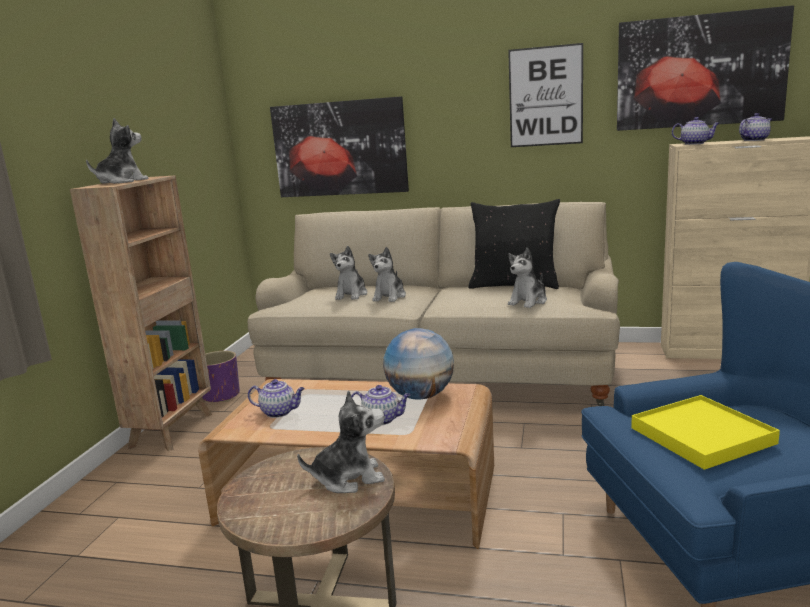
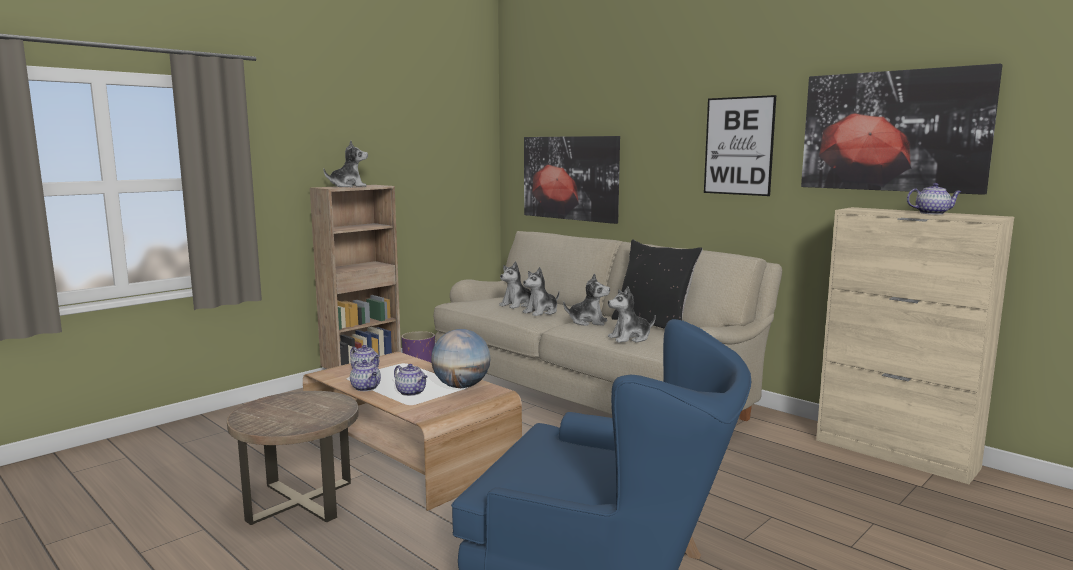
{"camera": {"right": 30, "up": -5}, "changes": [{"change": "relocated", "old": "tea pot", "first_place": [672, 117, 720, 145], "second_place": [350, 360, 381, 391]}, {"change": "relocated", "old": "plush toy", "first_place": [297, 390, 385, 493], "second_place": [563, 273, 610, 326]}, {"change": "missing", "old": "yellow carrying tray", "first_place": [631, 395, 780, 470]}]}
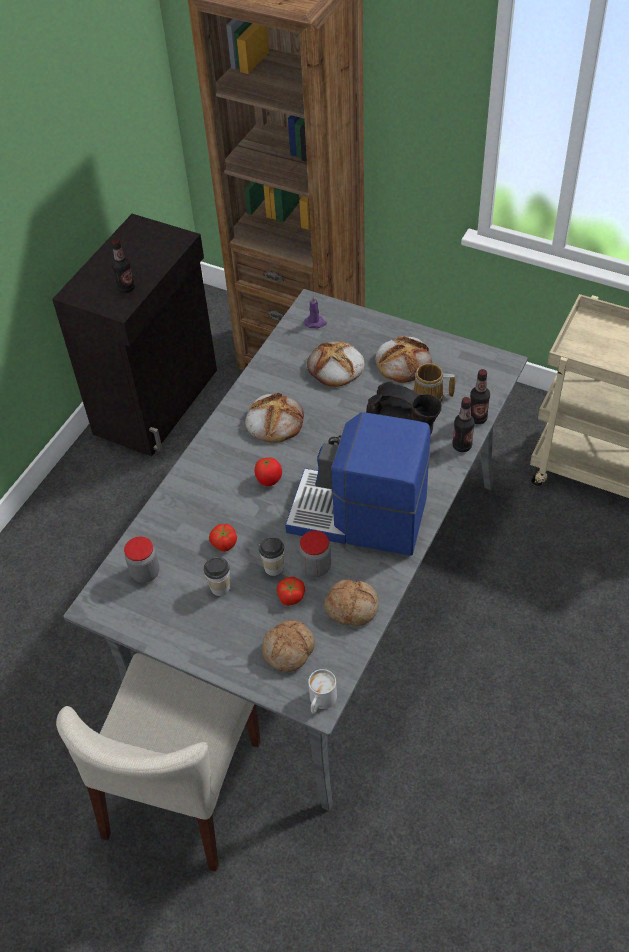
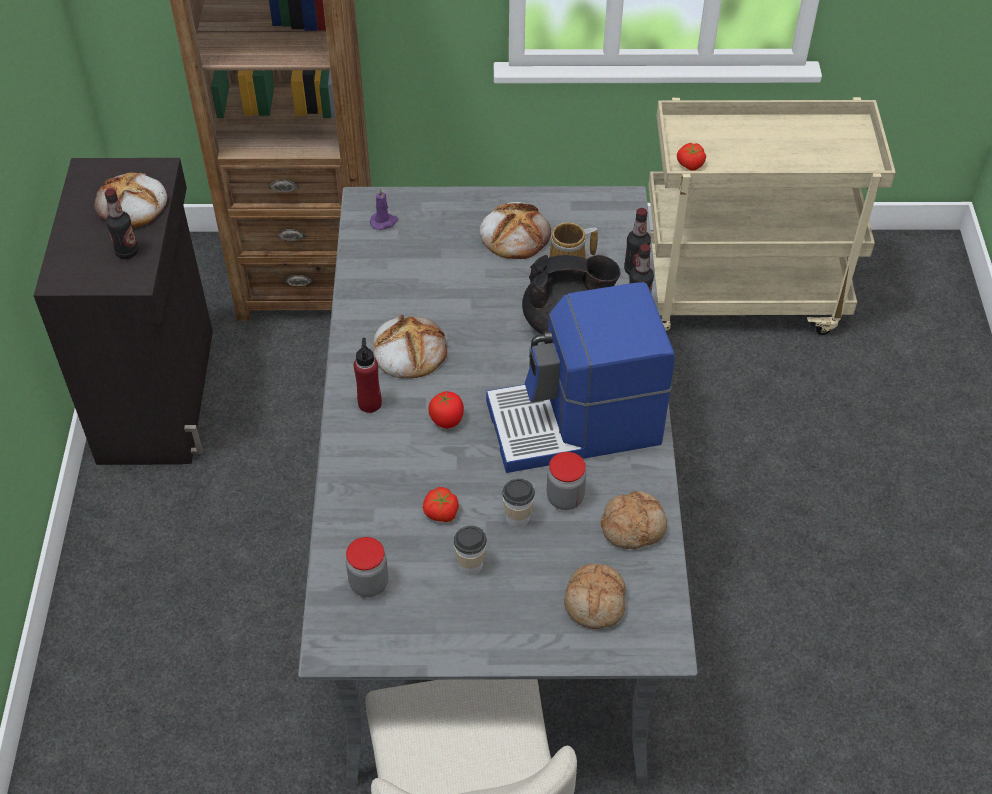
{"camera": {"right": -30, "up": 0}, "changes": [{"change": "relocated", "old": "baked bread", "first_place": [307, 341, 365, 387], "second_place": [94, 173, 167, 228]}, {"change": "appeared", "new": "red-coloured beverage bottle", "second_place": [354, 338, 382, 413]}, {"change": "relocated", "old": "tomato", "first_place": [277, 577, 305, 606], "second_place": [677, 143, 706, 171]}, {"change": "missing", "old": "white mug", "first_place": [308, 669, 337, 714]}]}
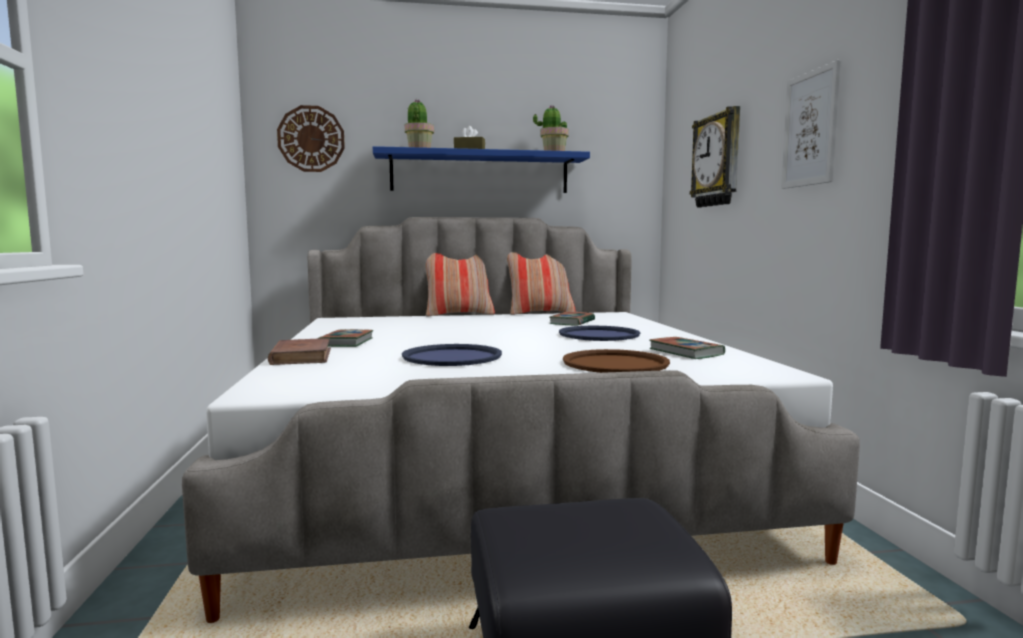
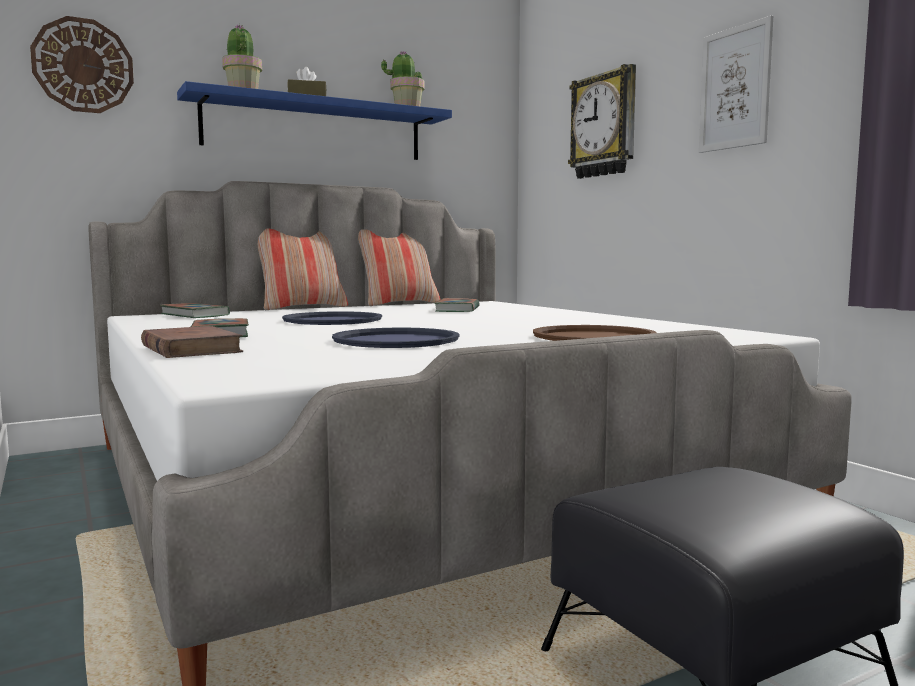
{"camera": {"right": -20, "up": 0}, "changes": [{"change": "relocated", "old": "book", "first_place": [649, 337, 725, 359], "second_place": [160, 303, 230, 318]}, {"change": "relocated", "old": "blue carrying tray", "first_place": [559, 326, 640, 341], "second_place": [282, 311, 382, 325]}]}
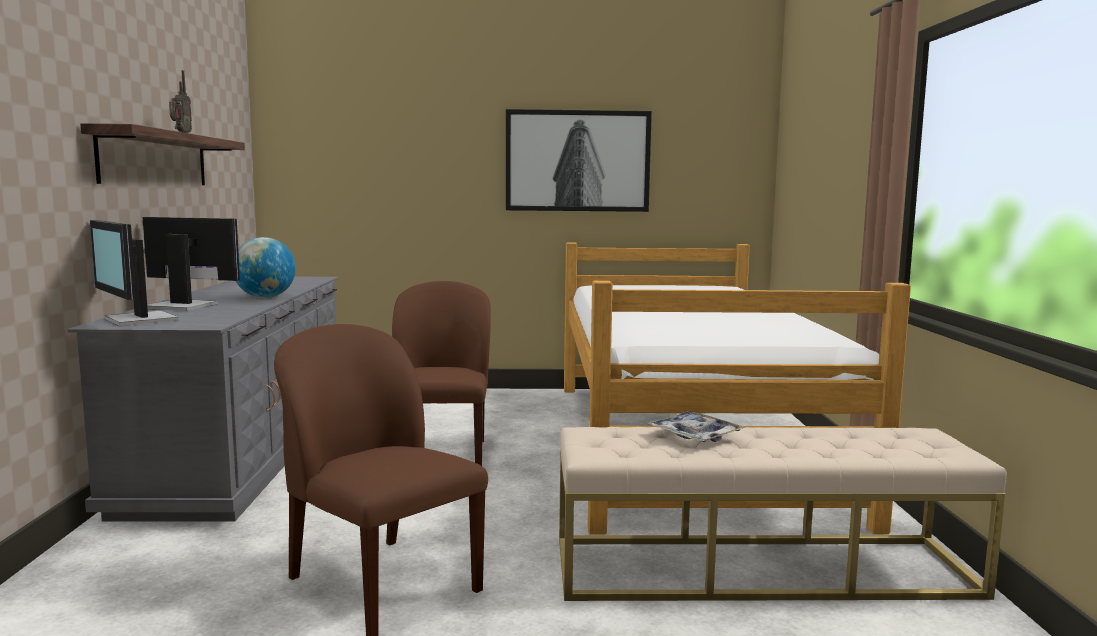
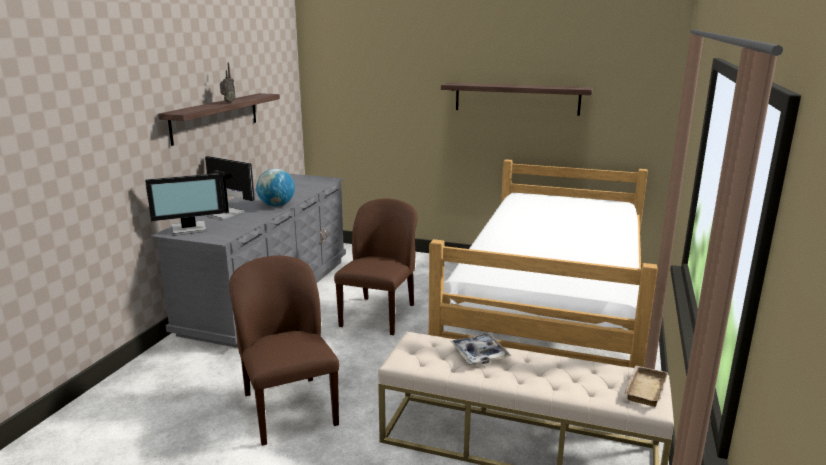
{"camera": {"right": 20, "up": 10}, "changes": [{"change": "spun", "old": "computer display", "first_place": [90, 220, 179, 326], "second_place": [145, 173, 224, 236], "degrees": -90}, {"change": "exchanged", "old": "wall art", "new": "bracket shelf", "first_place": [506, 109, 652, 212], "second_place": [441, 83, 593, 116]}, {"change": "appeared", "new": "sand-coloured carrying tray", "second_place": [625, 366, 668, 407]}]}
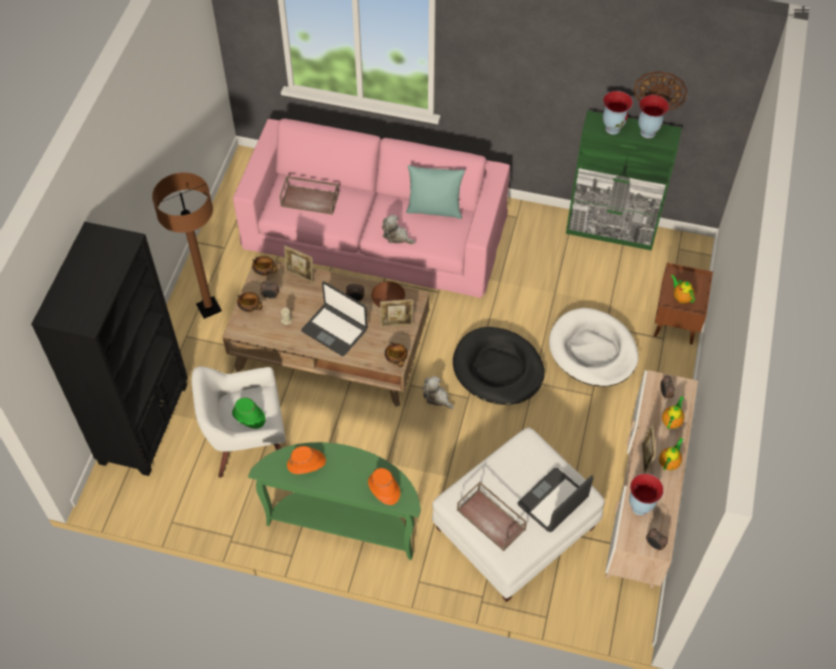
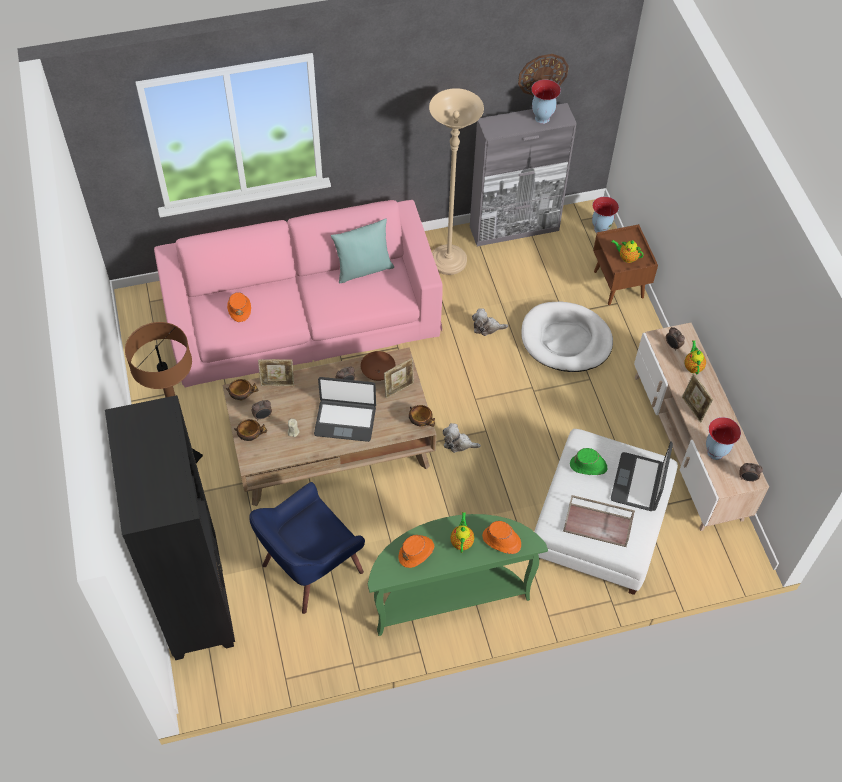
{"camera": {"right": -30, "up": 0}, "changes": [{"change": "exchanged", "old": "brown carrying tray", "new": "orange wearable hat", "first_place": [279, 176, 339, 215], "second_place": [227, 292, 251, 322]}, {"change": "colour", "old": "white lounge chair", "new": "blue lounge chair", "first_place": [192, 366, 286, 478], "second_place": [249, 482, 365, 614]}, {"change": "appeared", "new": "sand-coloured standard lamp", "second_place": [429, 88, 484, 275]}, {"change": "relocated", "old": "tea pot", "first_place": [659, 437, 683, 470], "second_place": [450, 512, 474, 553]}, {"change": "colour", "old": "green-coloured cabinet", "new": "grey cabinet", "first_place": [566, 110, 682, 251], "second_place": [470, 103, 577, 246]}, {"change": "relocated", "old": "plush toy", "first_place": [382, 214, 415, 244], "second_place": [472, 308, 508, 336]}, {"change": "relocated", "old": "green-coloured wearable hat", "first_place": [232, 398, 266, 429], "second_place": [570, 448, 608, 475]}, {"change": "relocated", "old": "flower vase", "first_place": [603, 91, 633, 135], "second_place": [592, 197, 619, 233]}, {"change": "missing", "old": "black dog cushion", "first_place": [453, 327, 545, 405]}]}
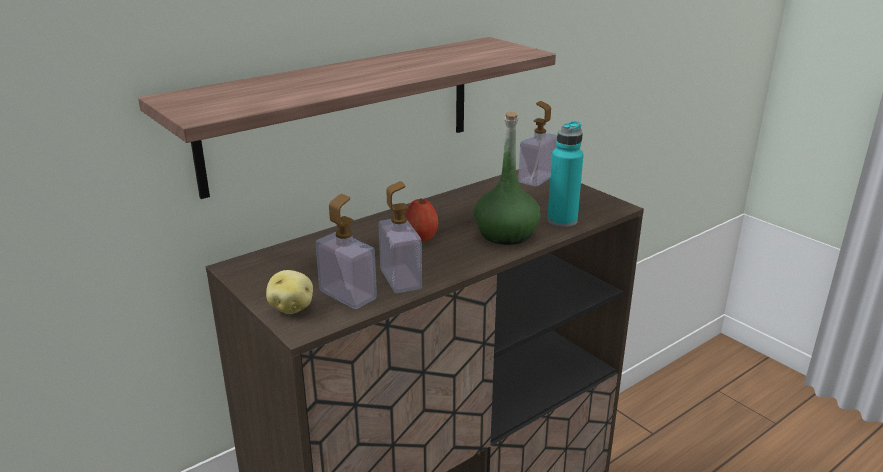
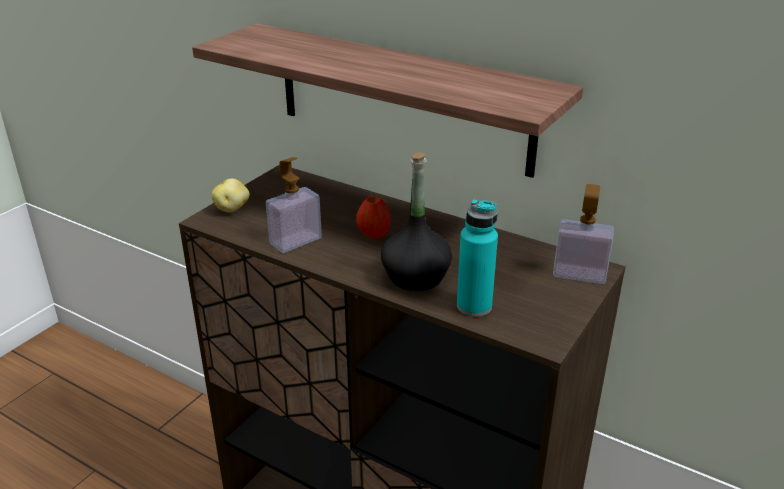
{"camera": {"right": 70, "up": 5}, "changes": [{"change": "colour", "old": "green-coloured beverage bottle", "new": "black beverage bottle", "first_place": [474, 111, 541, 245], "second_place": [381, 152, 452, 291]}, {"change": "missing", "old": "soap dispenser", "first_place": [315, 194, 377, 309]}]}
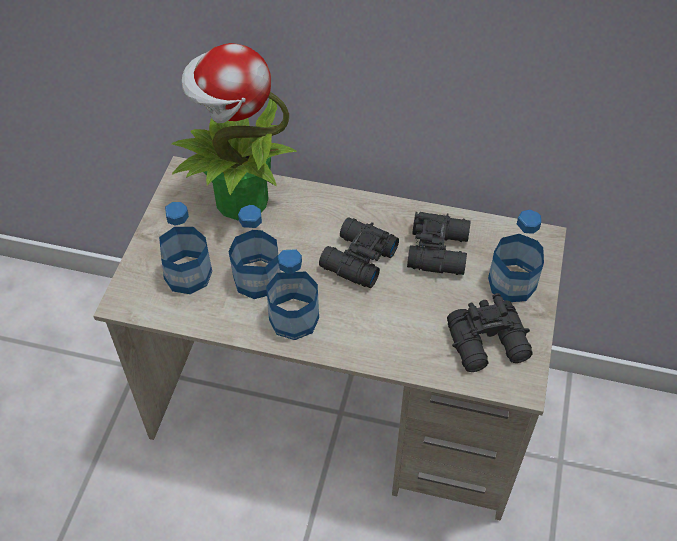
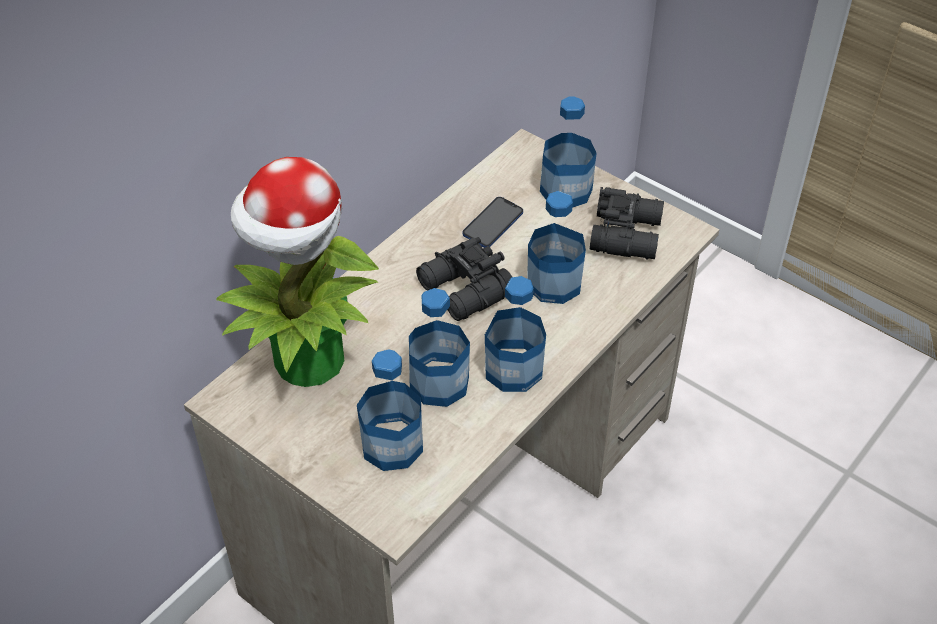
{"camera": {"right": -65, "up": -5}, "changes": [{"change": "exchanged", "old": "black field glasses", "new": "telephone", "first_place": [407, 212, 471, 275], "second_place": [462, 197, 523, 248]}, {"change": "appeared", "new": "beverage bottle", "second_place": [527, 191, 586, 304]}]}
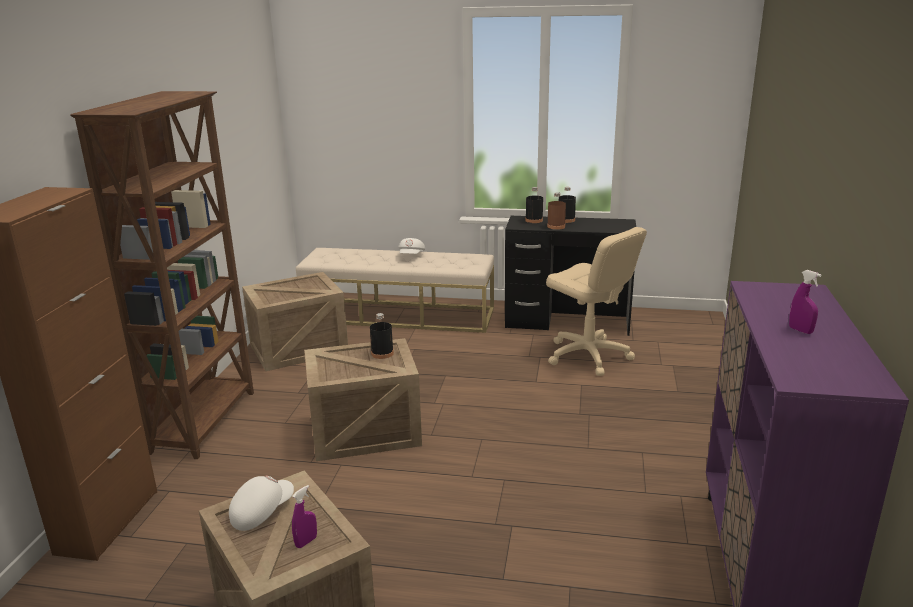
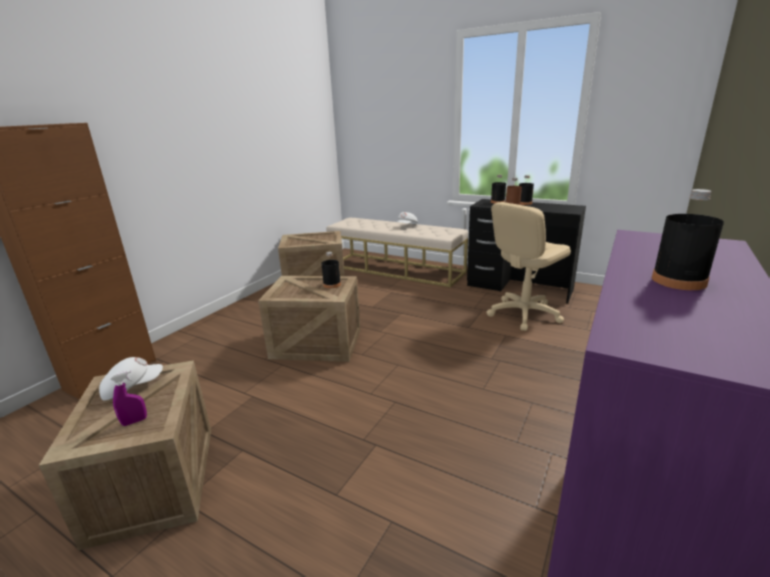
{"camera": {"right": 20, "up": 0}, "changes": [{"change": "spun", "old": "sand-coloured computer chair", "first_place": [546, 227, 647, 376], "second_place": [486, 202, 571, 331], "degrees": 75}, {"change": "exchanged", "old": "purple sprayer", "new": "black beverage bottle", "first_place": [789, 270, 822, 334], "second_place": [652, 189, 724, 290]}, {"change": "missing", "old": "brown shelving unit", "first_place": [70, 91, 254, 459]}]}
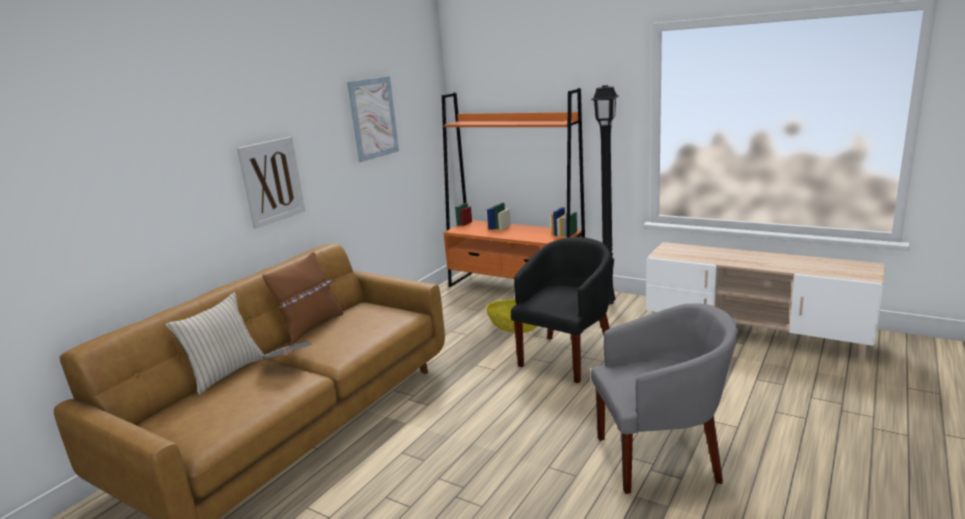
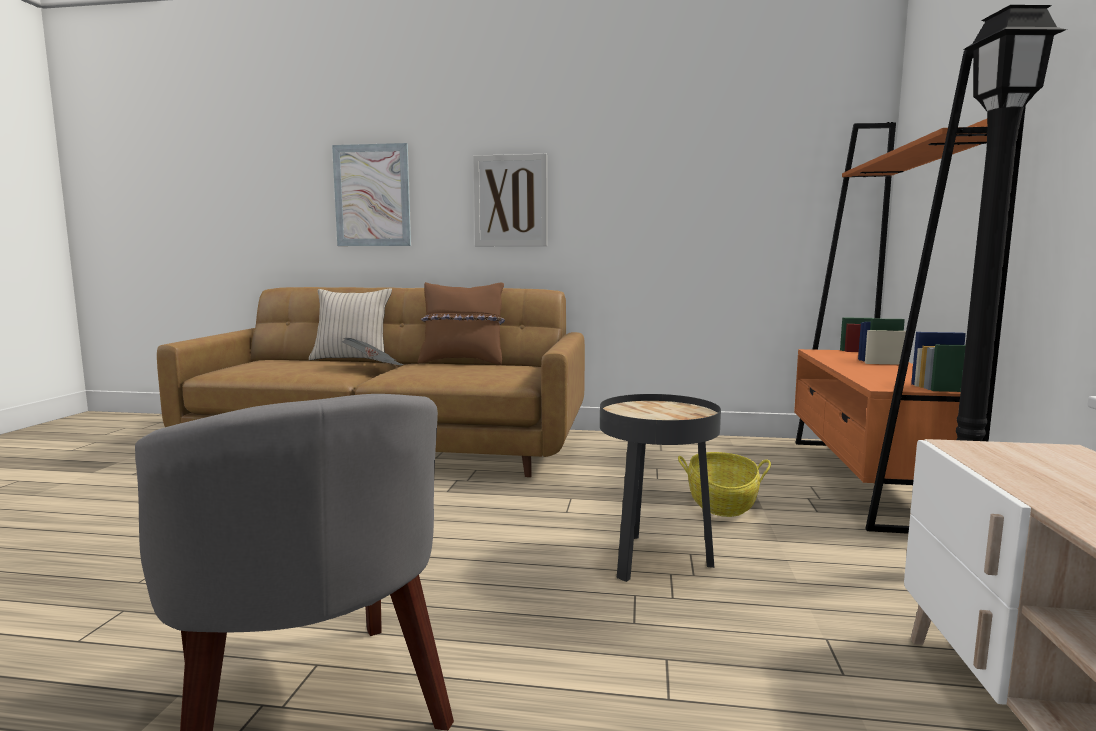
{"camera": {"right": 65, "up": -10}, "changes": [{"change": "relocated", "old": "wall art", "first_place": [347, 76, 399, 162], "second_place": [332, 143, 411, 246]}, {"change": "exchanged", "old": "black lounge chair", "new": "black end table", "first_place": [511, 237, 611, 383], "second_place": [600, 394, 721, 582]}]}
